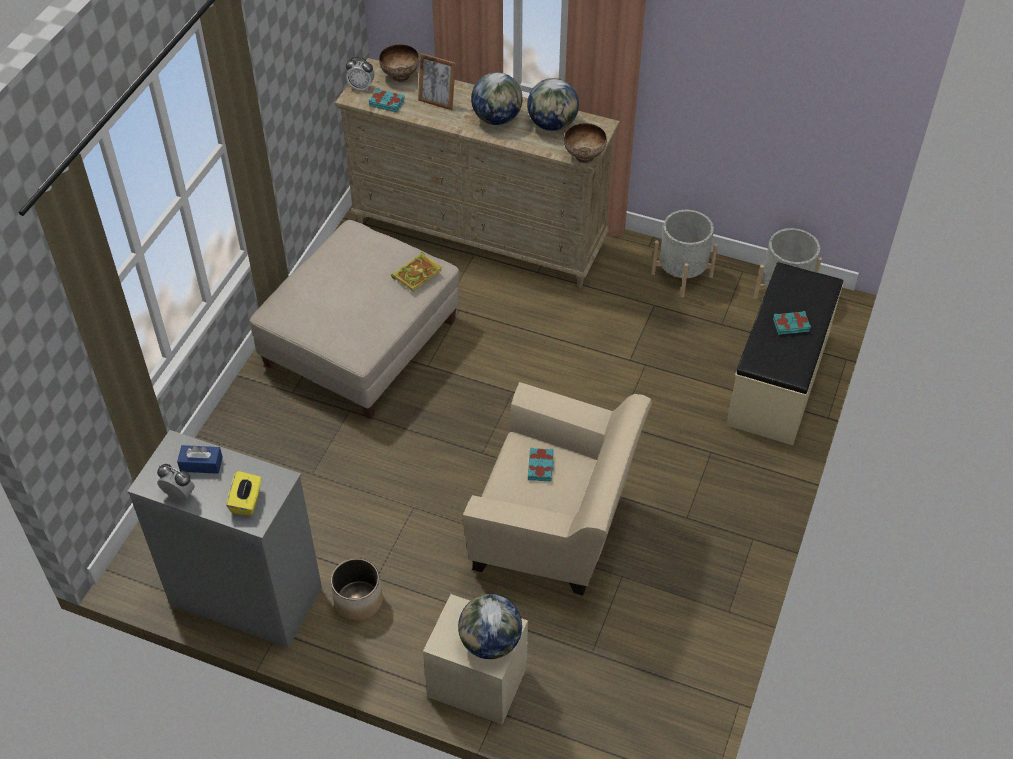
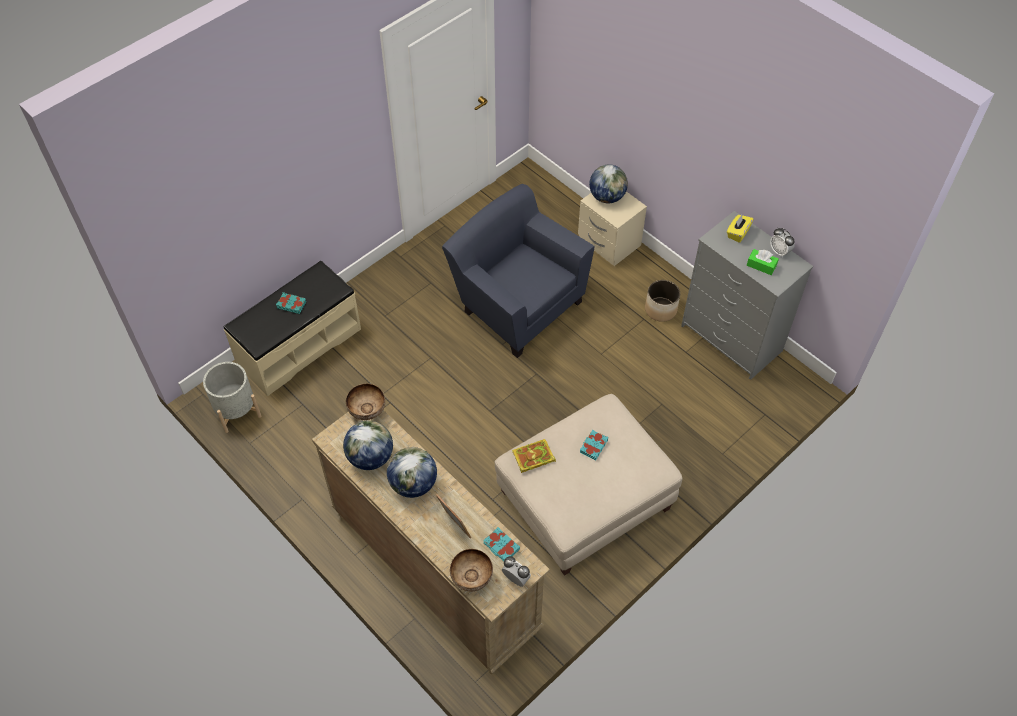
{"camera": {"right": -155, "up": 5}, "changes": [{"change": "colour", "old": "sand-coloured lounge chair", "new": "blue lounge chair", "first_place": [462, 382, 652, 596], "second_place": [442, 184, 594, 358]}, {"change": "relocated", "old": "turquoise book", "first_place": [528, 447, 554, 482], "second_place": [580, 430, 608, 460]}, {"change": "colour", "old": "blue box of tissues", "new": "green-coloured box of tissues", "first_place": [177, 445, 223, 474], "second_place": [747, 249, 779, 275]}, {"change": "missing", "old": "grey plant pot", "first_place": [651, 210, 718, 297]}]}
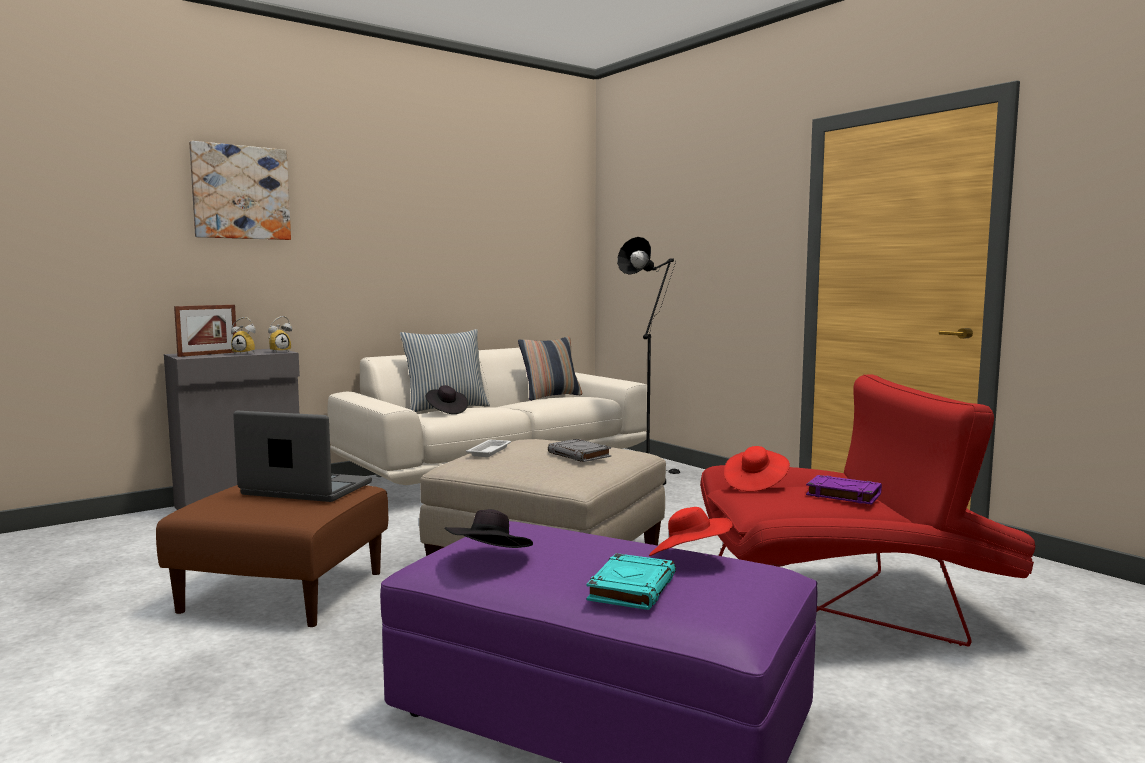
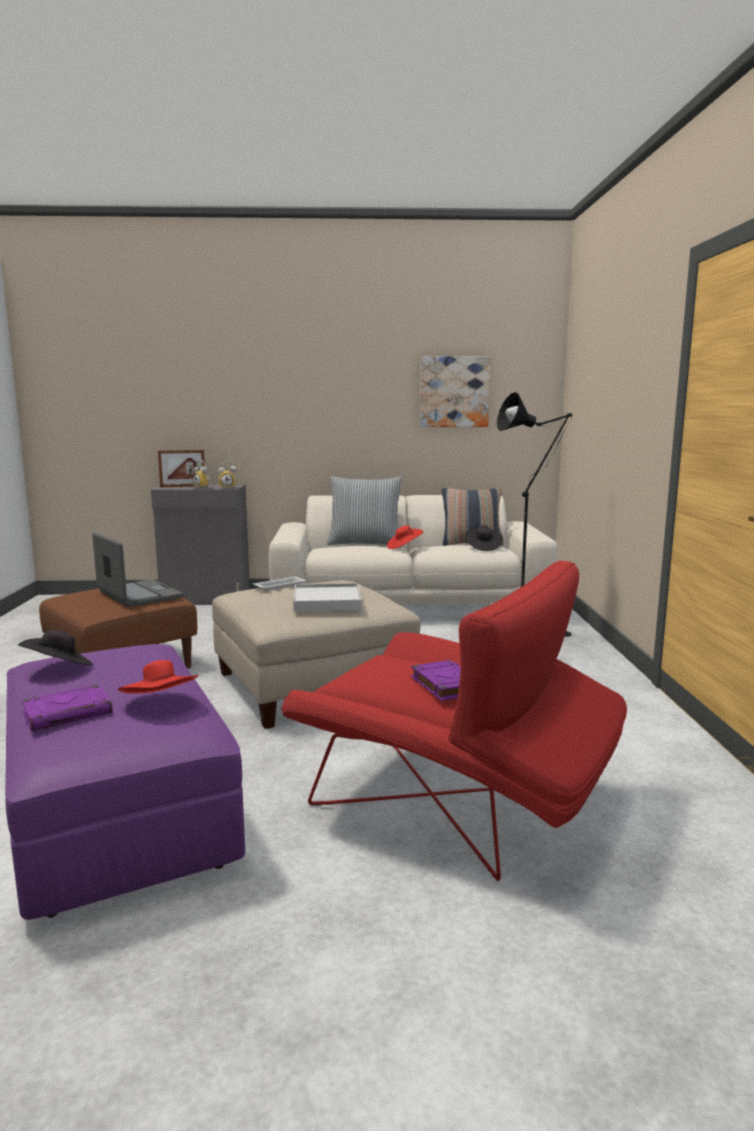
{"camera": {"right": 35, "up": 5}, "changes": [{"change": "colour", "old": "turquoise book", "new": "purple book", "first_place": [586, 553, 676, 610], "second_place": [21, 684, 112, 731]}, {"change": "exchanged", "old": "grey book", "new": "white carrying tray", "first_place": [548, 439, 611, 462], "second_place": [293, 583, 362, 611]}, {"change": "relocated", "old": "red-coloured wearable hat", "first_place": [724, 446, 790, 492], "second_place": [387, 525, 423, 549]}, {"change": "relocated", "old": "wall art", "first_place": [189, 141, 291, 240], "second_place": [420, 356, 490, 427]}, {"change": "relocated", "old": "black wearable hat", "first_place": [425, 385, 468, 414], "second_place": [465, 525, 503, 551]}]}
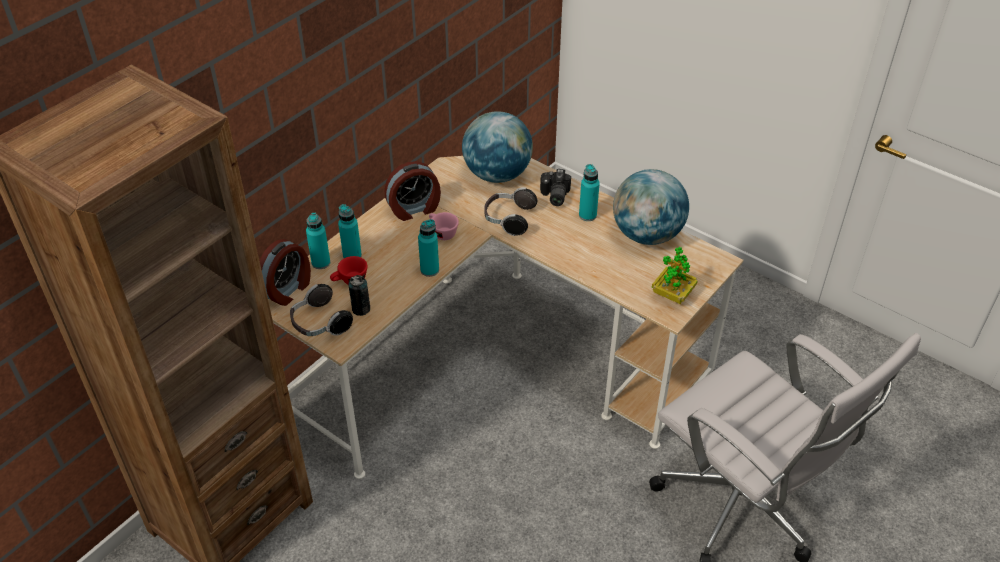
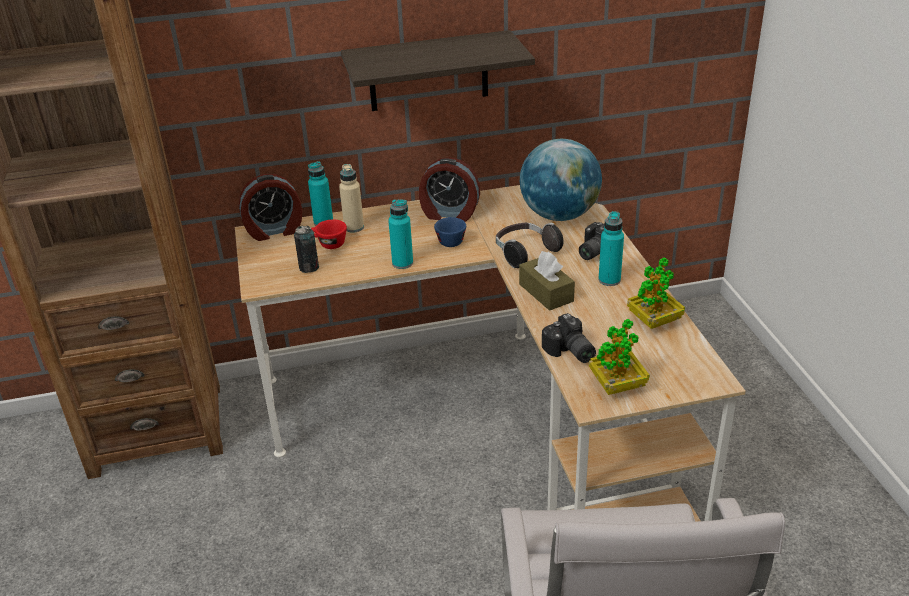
{"camera": {"right": 40, "up": -10}, "changes": [{"change": "colour", "old": "turquoise beverage bottle", "new": "sand-coloured beverage bottle", "first_place": [338, 204, 362, 258], "second_place": [339, 164, 364, 232]}, {"change": "appeared", "new": "bracket shelf", "second_place": [341, 30, 535, 111]}, {"change": "colour", "old": "pink cup", "new": "blue cup", "first_place": [429, 212, 459, 240], "second_place": [434, 217, 466, 247]}, {"change": "appeared", "new": "brown box of tissues", "second_place": [519, 251, 575, 311]}, {"change": "appeared", "new": "photo camera", "second_place": [542, 313, 596, 363]}, {"change": "exchanged", "old": "globe", "new": "potted plant", "first_place": [613, 169, 689, 245], "second_place": [627, 257, 685, 329]}, {"change": "missing", "old": "headphones", "first_place": [290, 284, 353, 336]}]}
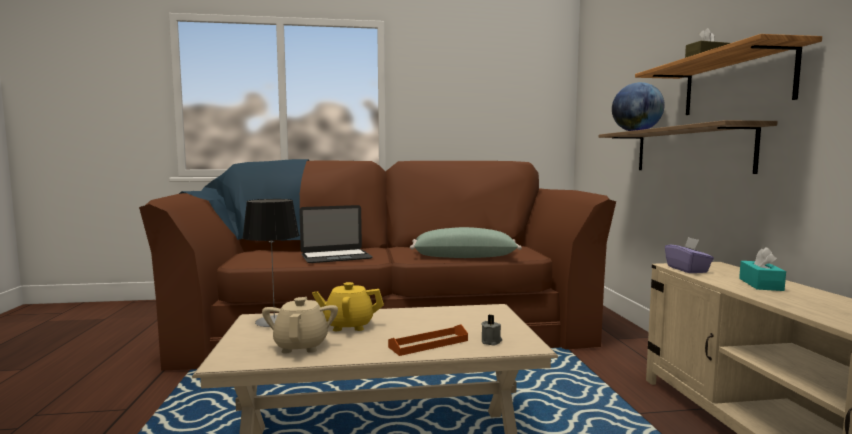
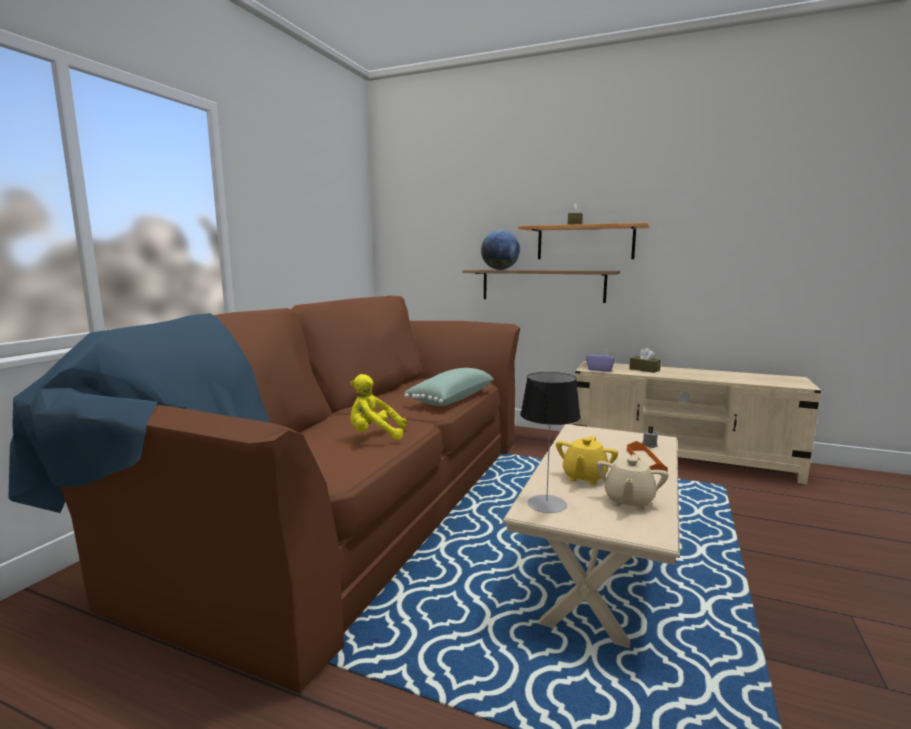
{"camera": {"right": -60, "up": 5}, "changes": [{"change": "exchanged", "old": "laptop", "new": "yellow plush toy", "first_place": [299, 205, 373, 263], "second_place": [350, 374, 407, 440]}, {"change": "spun", "old": "sand-coloured tea pot", "first_place": [262, 297, 338, 354], "second_place": [596, 454, 669, 510], "degrees": -90}, {"change": "colour", "old": "turquoise box of tissues", "new": "brown box of tissues", "first_place": [739, 247, 786, 291], "second_place": [629, 348, 661, 373]}]}
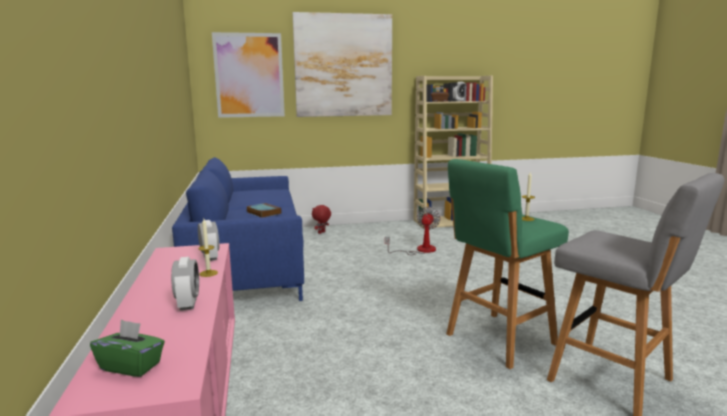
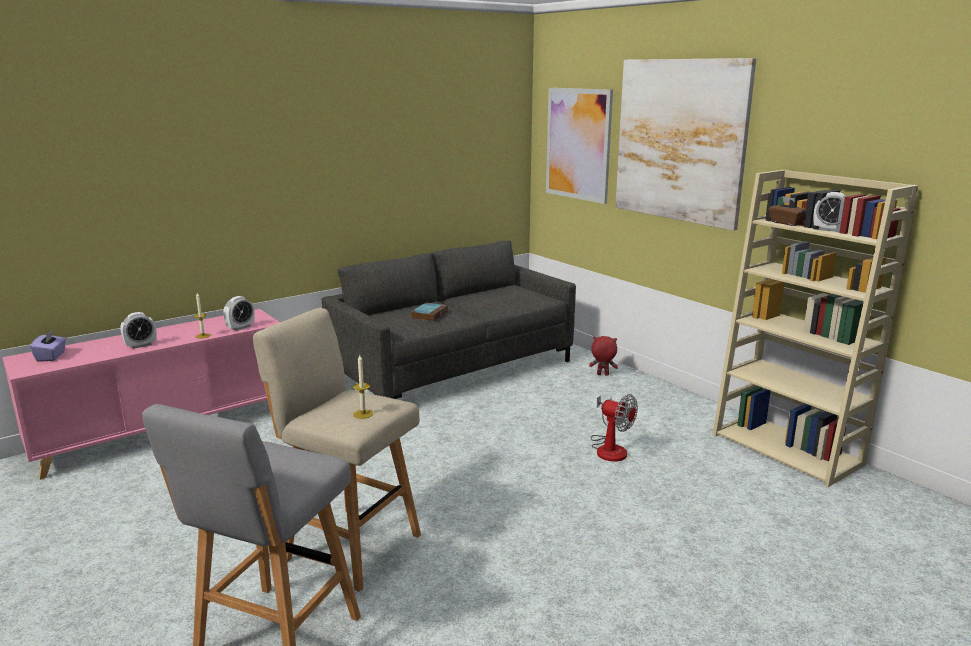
{"camera": {"right": 65, "up": 5}, "changes": [{"change": "colour", "old": "green-coloured box of tissues", "new": "purple box of tissues", "first_place": [90, 320, 165, 377], "second_place": [30, 329, 66, 362]}, {"change": "colour", "old": "green-coloured sitting stool", "new": "sand-coloured sitting stool", "first_place": [446, 159, 569, 369], "second_place": [253, 308, 421, 592]}, {"change": "colour", "old": "blue couch", "new": "grey couch", "first_place": [172, 157, 304, 301], "second_place": [322, 240, 576, 399]}, {"change": "spun", "old": "electric fan", "first_place": [385, 207, 440, 255], "second_place": [591, 394, 638, 462], "degrees": 45}]}
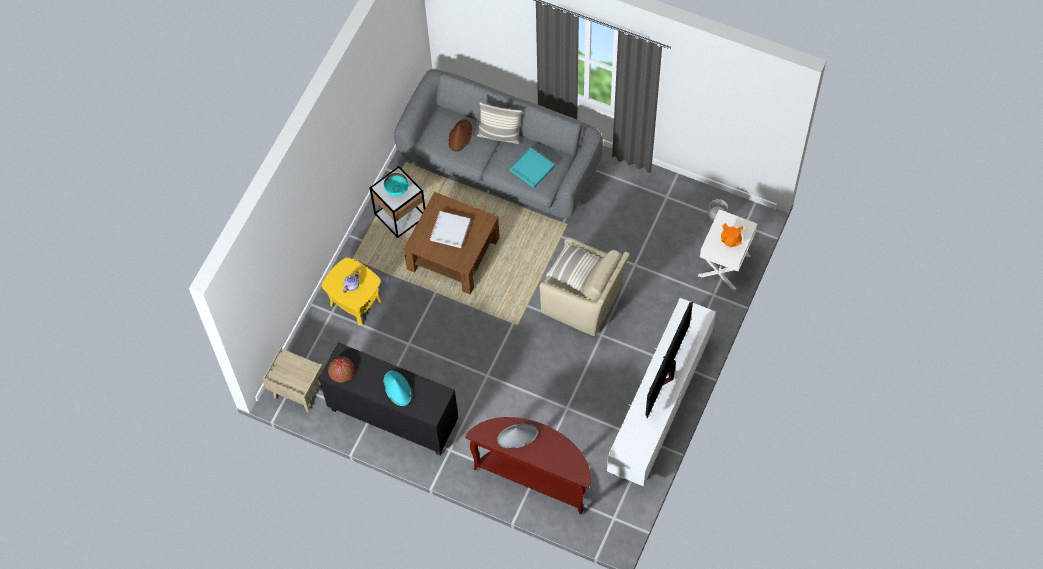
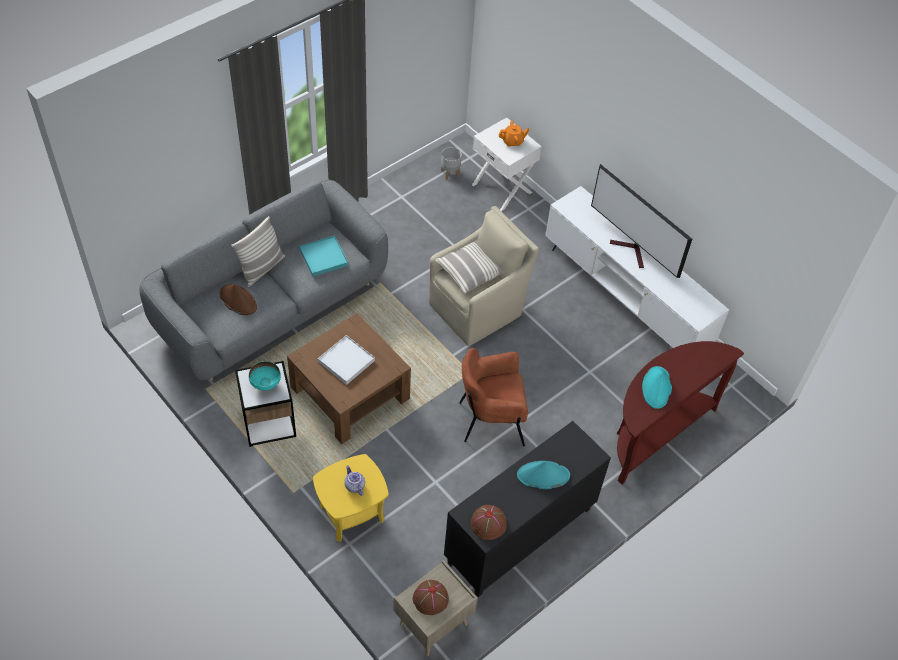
{"camera": {"right": -70, "up": -10}, "changes": [{"change": "appeared", "new": "brown wearable hat", "second_place": [413, 580, 449, 615]}, {"change": "appeared", "new": "brown lounge chair", "second_place": [459, 348, 528, 446]}, {"change": "colour", "old": "grey wearable hat", "new": "turquoise wearable hat", "first_place": [497, 424, 538, 448], "second_place": [642, 366, 672, 409]}]}
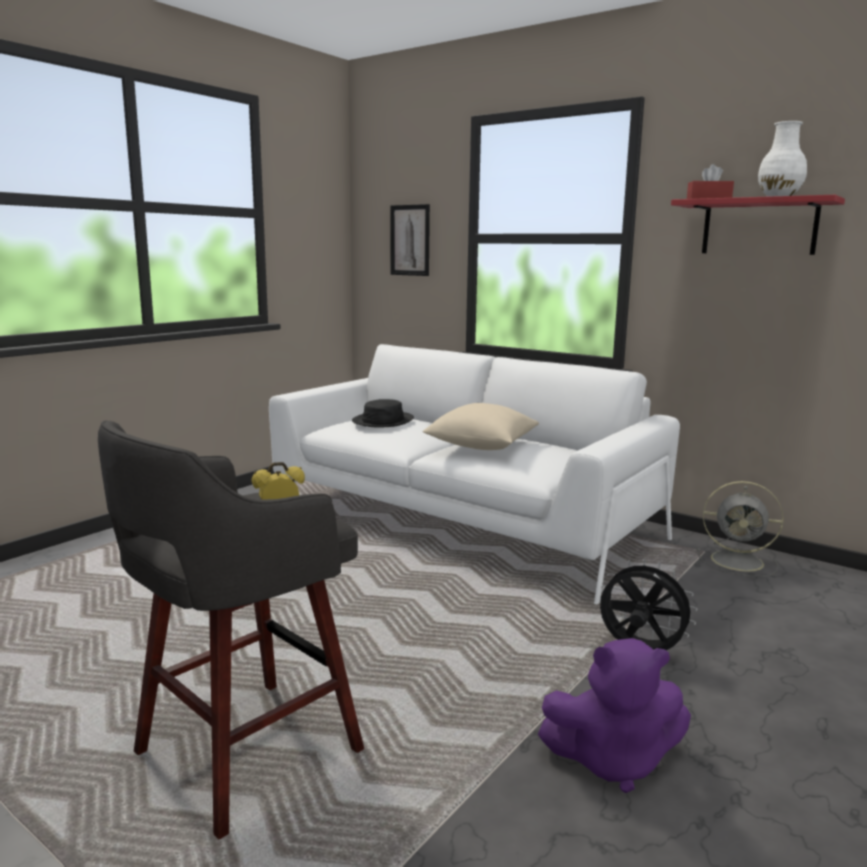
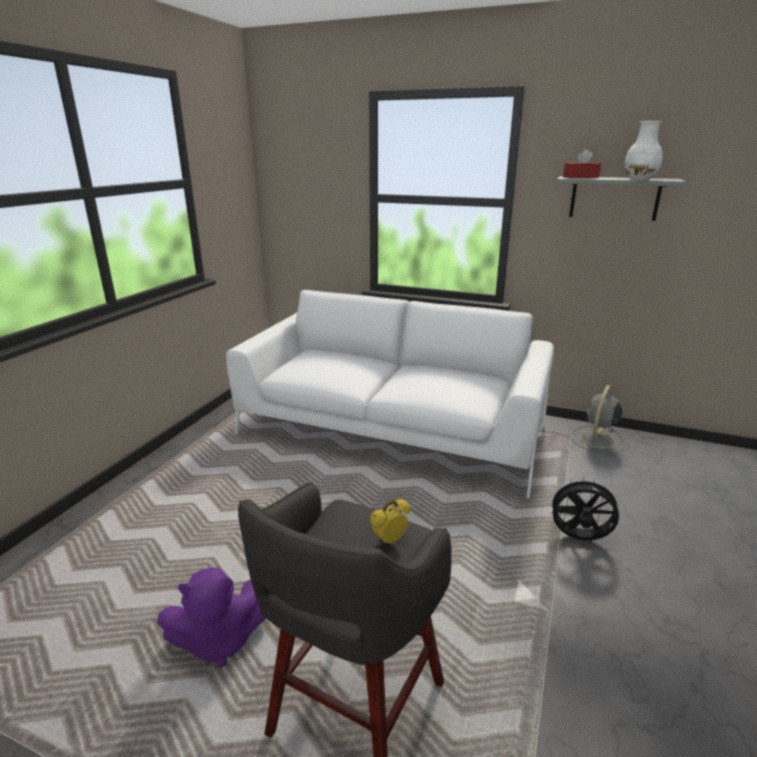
{"camera": {"right": -15, "up": 10}, "changes": [{"change": "relocated", "old": "purple plush toy", "first_place": [538, 638, 691, 793], "second_place": [157, 567, 266, 668]}, {"change": "colour", "old": "red-coloured bracket shelf", "new": "grey bracket shelf", "first_place": [671, 195, 845, 255], "second_place": [556, 176, 686, 221]}, {"change": "spun", "old": "grey electric fan", "first_place": [697, 481, 784, 577], "second_place": [571, 385, 624, 454], "degrees": 120}, {"change": "missing", "old": "black wearable hat", "first_place": [352, 399, 414, 427]}, {"change": "missing", "old": "wall art", "first_place": [390, 204, 430, 276]}, {"change": "missing", "old": "sand-coloured cushion", "first_place": [423, 403, 539, 450]}]}
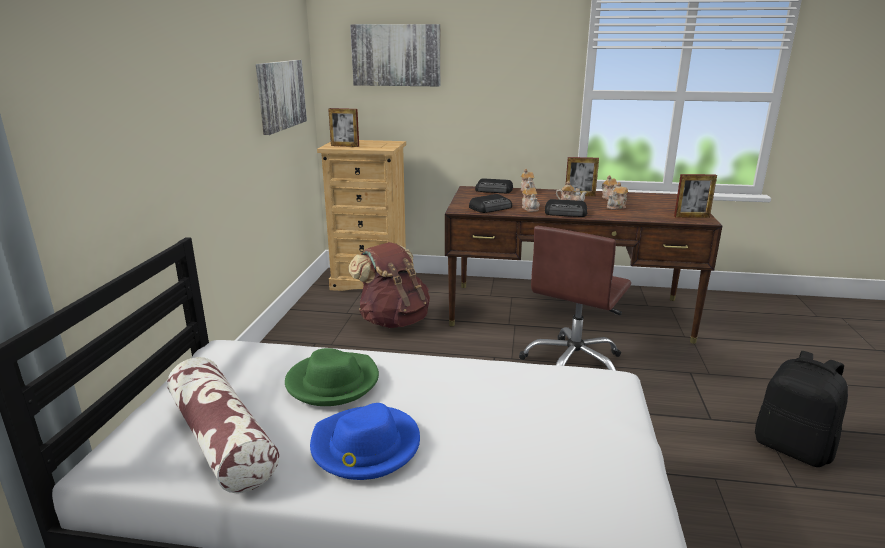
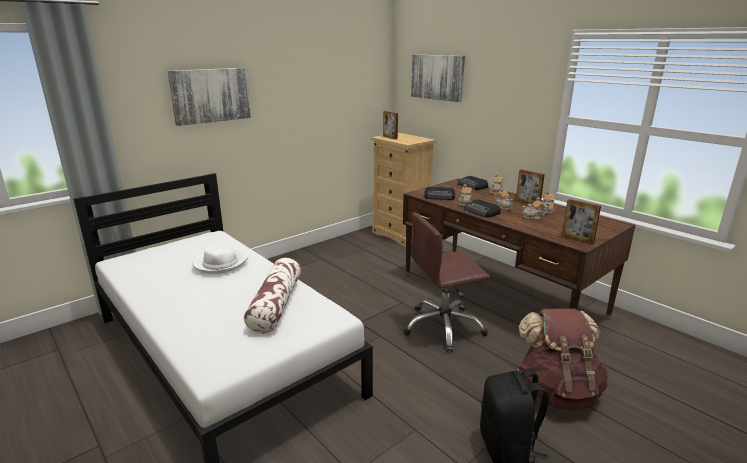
{"camera": {"right": 40, "up": 0}, "changes": [{"change": "relocated", "old": "wall art", "first_place": [256, 60, 307, 135], "second_place": [168, 68, 251, 126]}, {"change": "colour", "old": "green-coloured wearable hat", "new": "white wearable hat", "first_place": [285, 348, 379, 406], "second_place": [193, 244, 248, 274]}, {"change": "relocated", "old": "cushion", "first_place": [167, 357, 279, 493], "second_place": [244, 258, 301, 333]}, {"change": "relocated", "old": "brown backpack", "first_place": [349, 242, 430, 328], "second_place": [517, 308, 608, 410]}, {"change": "missing", "old": "blue wearable hat", "first_place": [310, 403, 420, 480]}]}
